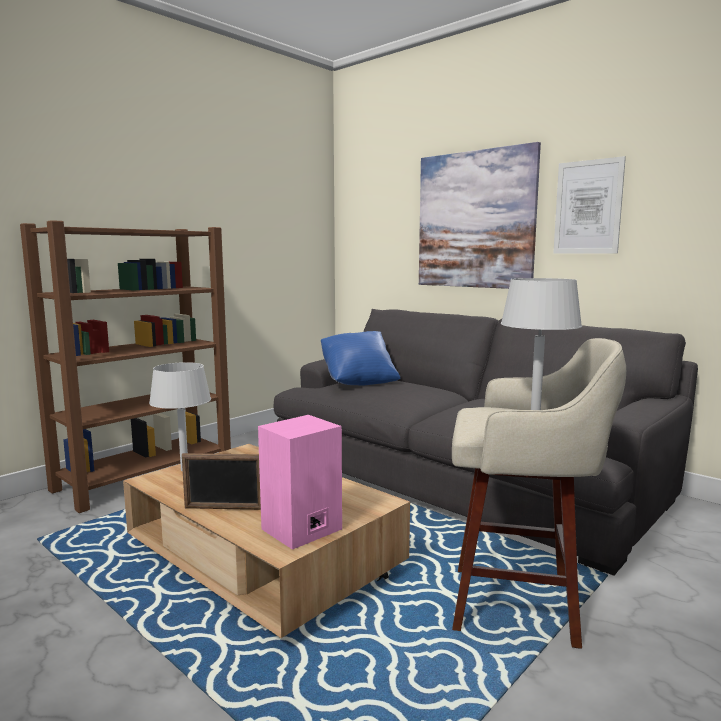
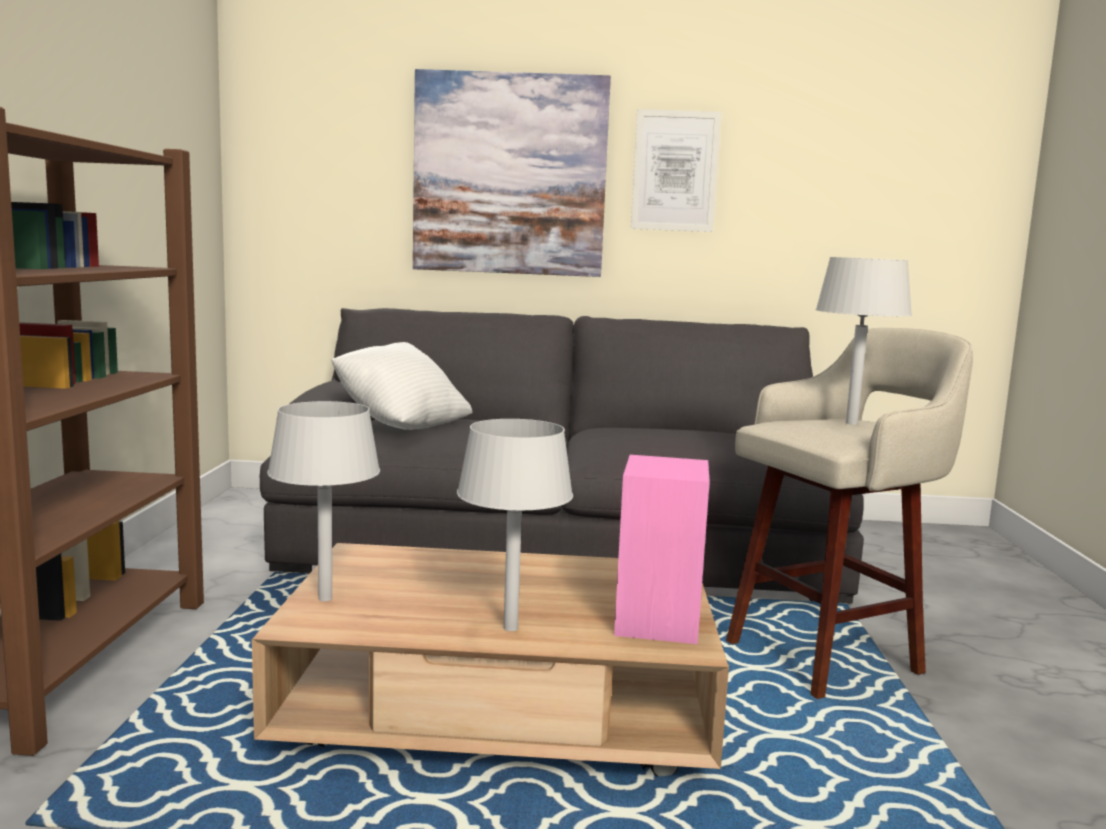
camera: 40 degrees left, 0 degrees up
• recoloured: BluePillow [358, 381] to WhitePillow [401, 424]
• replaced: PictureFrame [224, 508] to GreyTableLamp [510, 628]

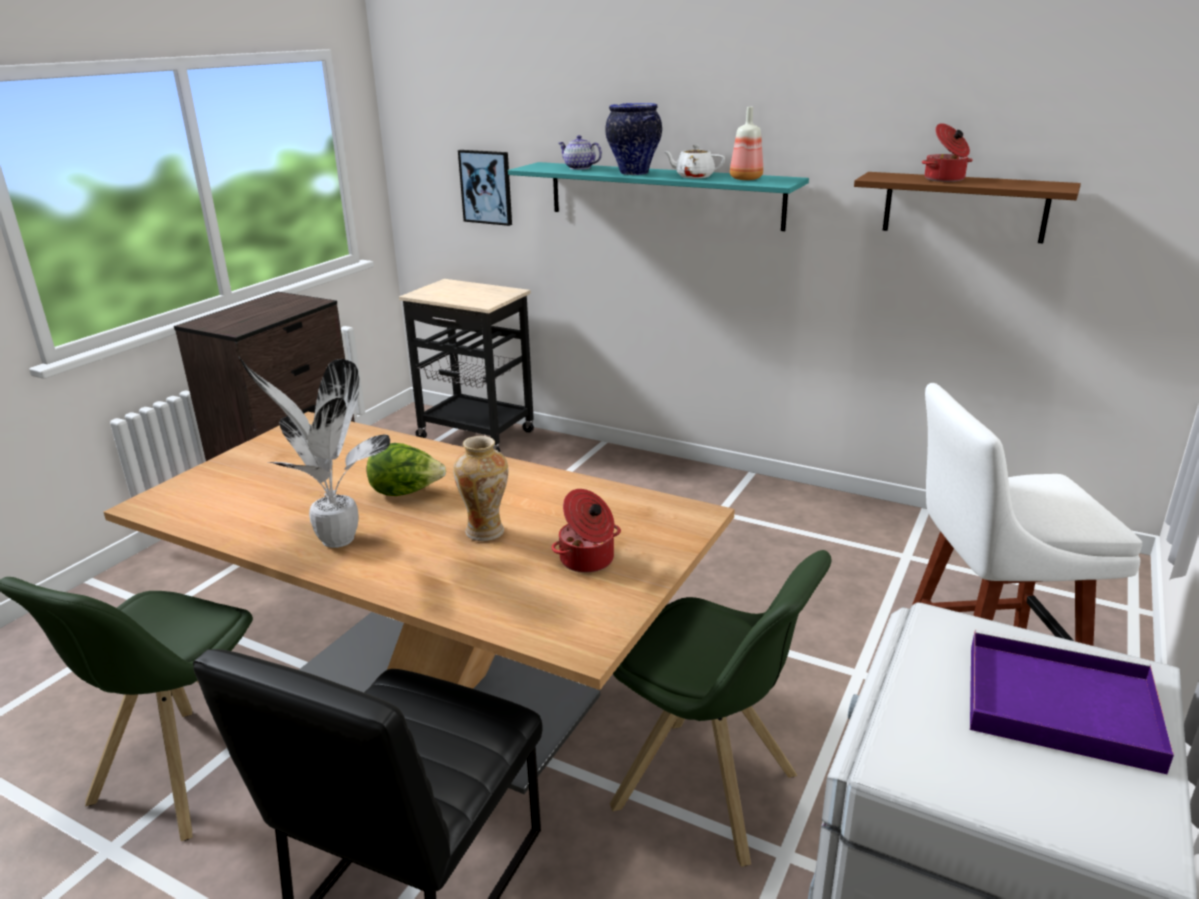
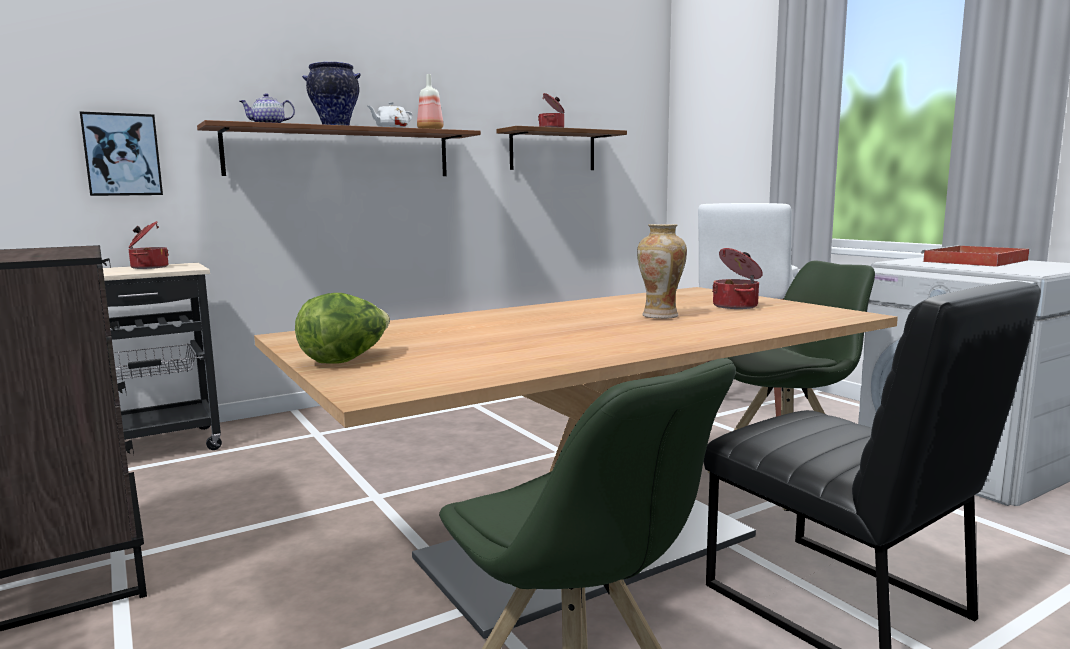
camera: 60 degrees left, 15 degrees down
• added: CookingPot [148, 267]
• recoloured: TurquoiseShelf [663, 195] to BrownShelf [341, 153]
• moved: Lettuce [406, 492] to [346, 359]
• recoloured: PurpleTray [1055, 704] to RedTray [975, 261]
• removed: PottedPlant [334, 540]

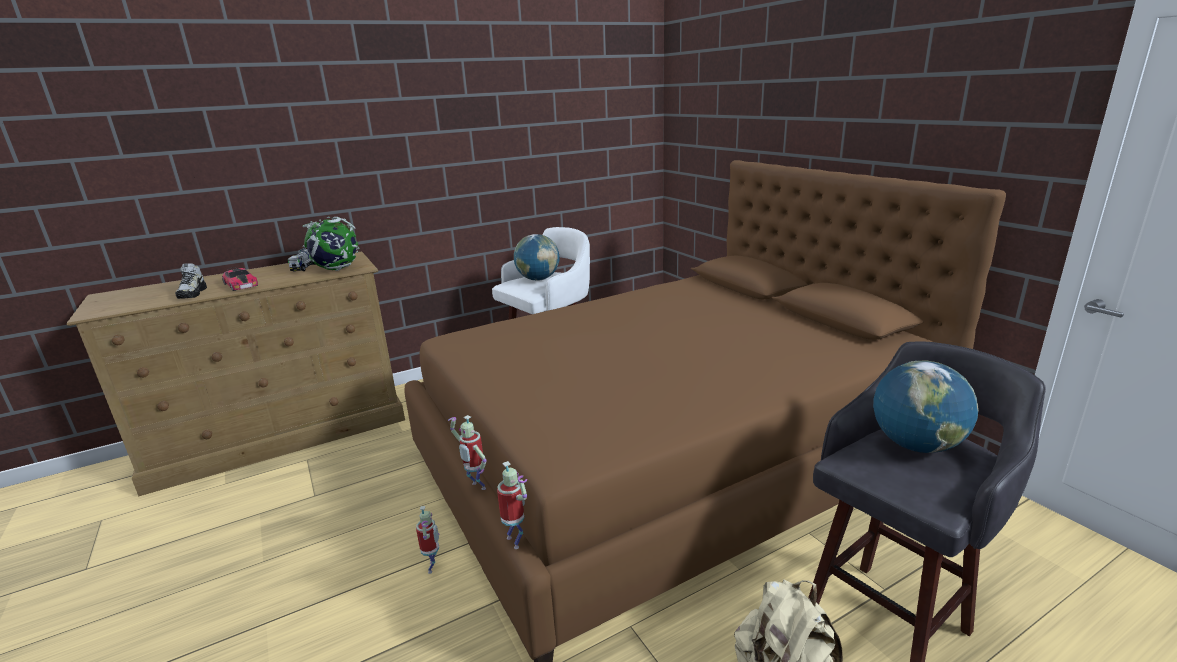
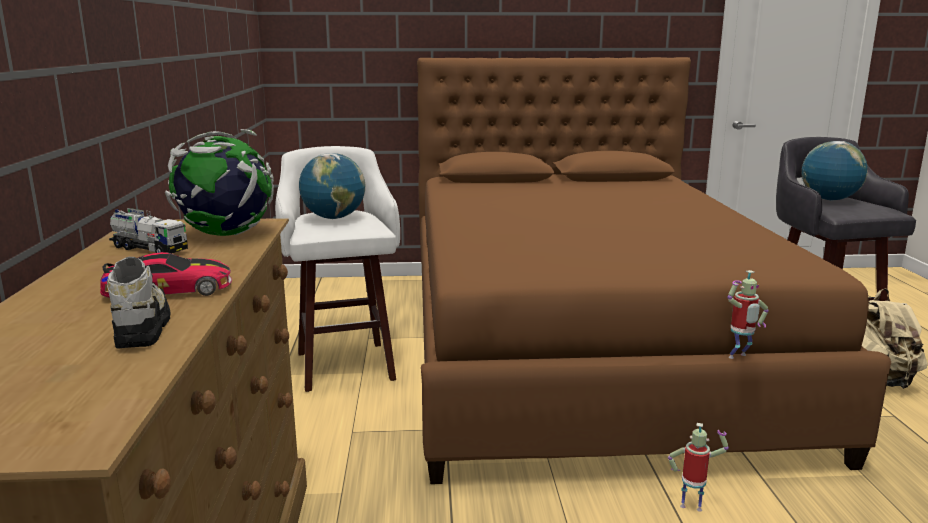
camera: 65 degrees left, 5 degrees down
• turned: Shoe [193, 293] = [142, 327] 120 degrees counterclockwise
• removed: ToyRobot [516, 541]

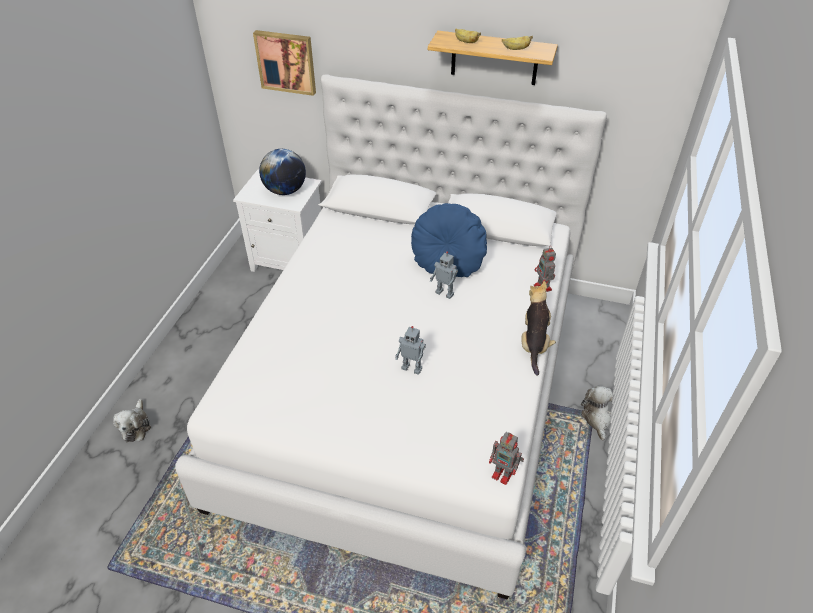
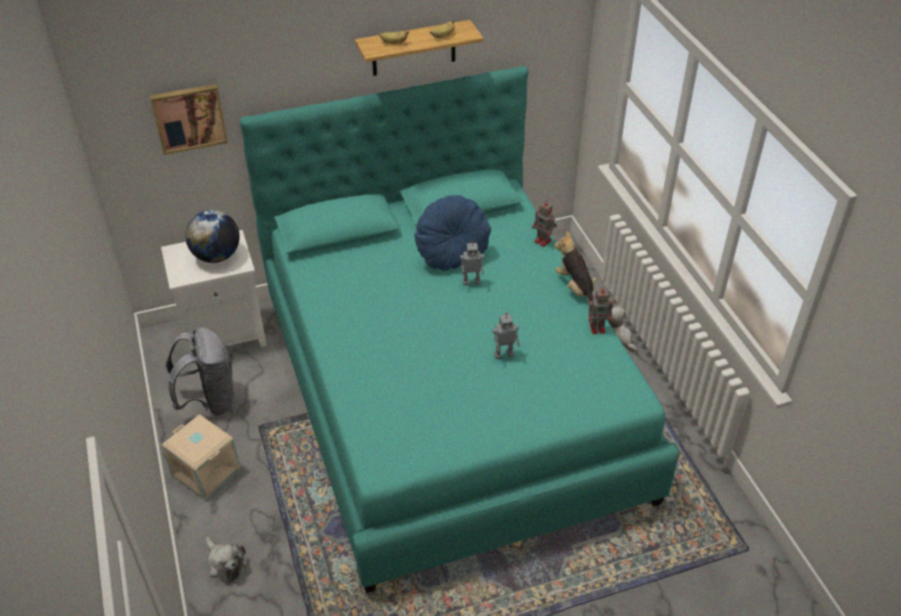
camera: 35 degrees left, 0 degrees up
• added: BeigeStorageBox [207, 471]
• added: GreyBackpack [209, 400]
• recoloured: WhiteBed [407, 390] to TurquoiseBed [450, 394]
• moved: ToyRobot [504, 474] to [598, 328]

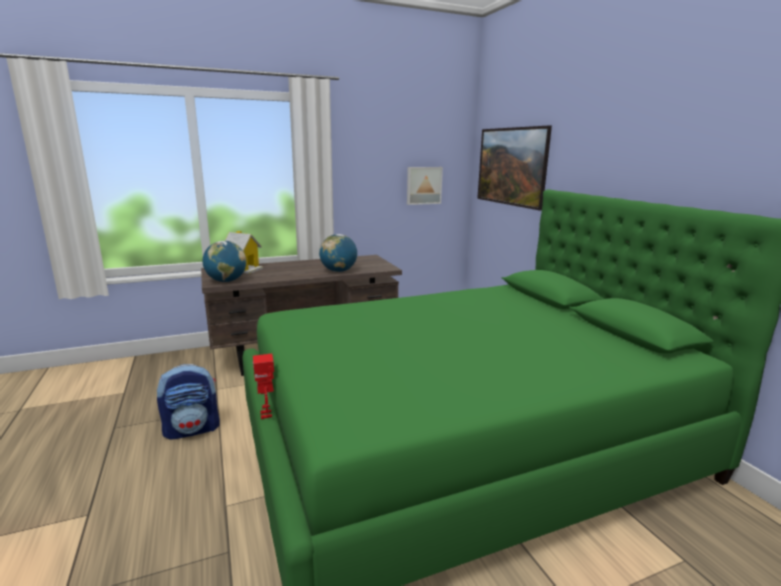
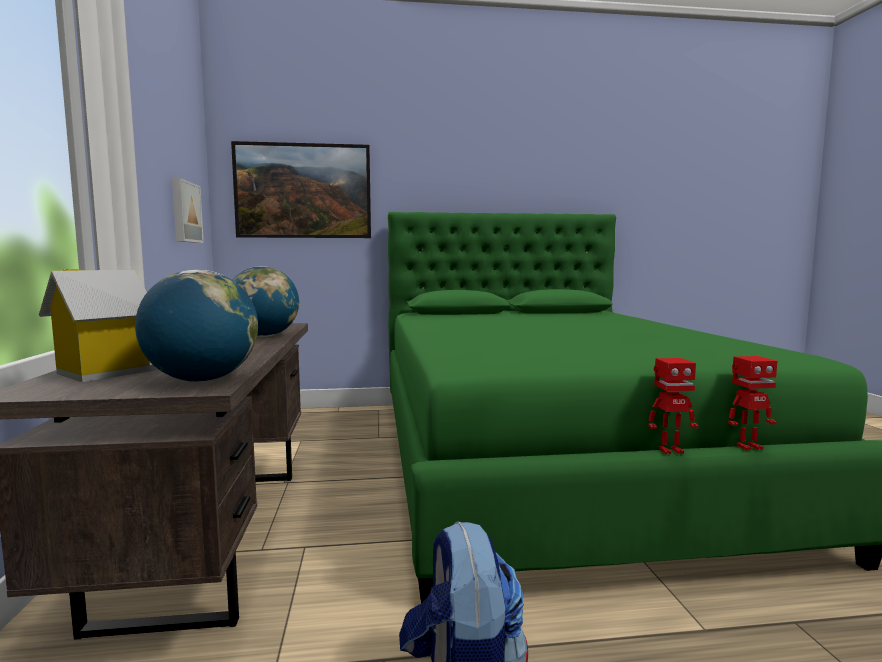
camera: 75 degrees left, 10 degrees down
• added: ToyRobot [748, 446]

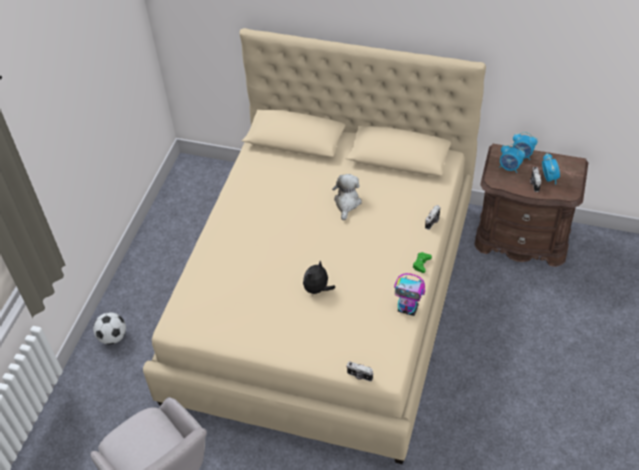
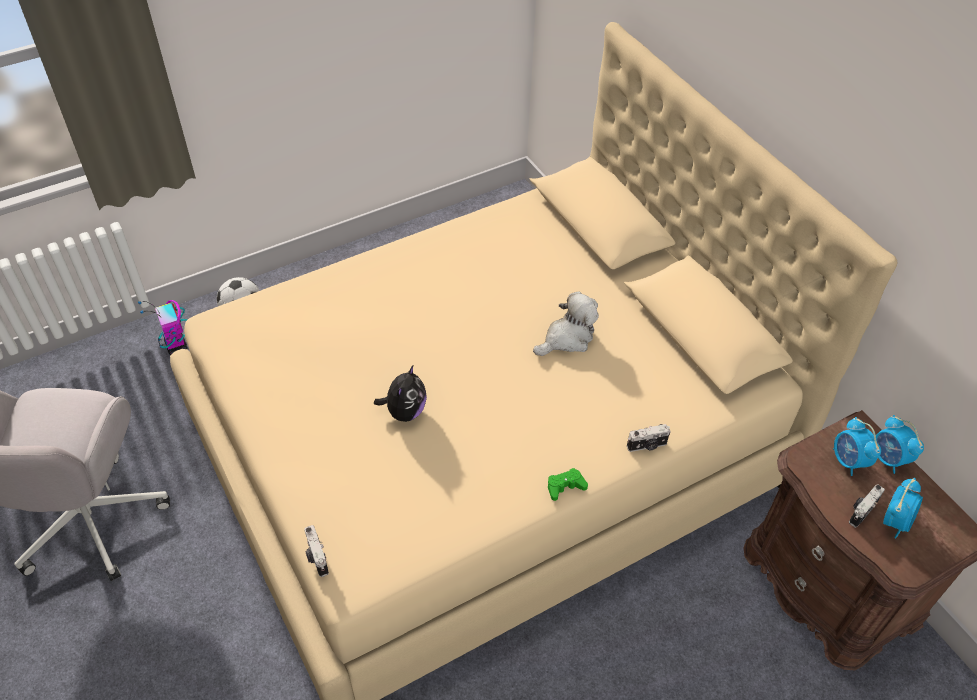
camera: 40 degrees right, 0 degrees up
• moved: ToyRobot [408, 309] to [177, 346]
• turned: PlushToy [317, 289] = [405, 411] 120 degrees clockwise

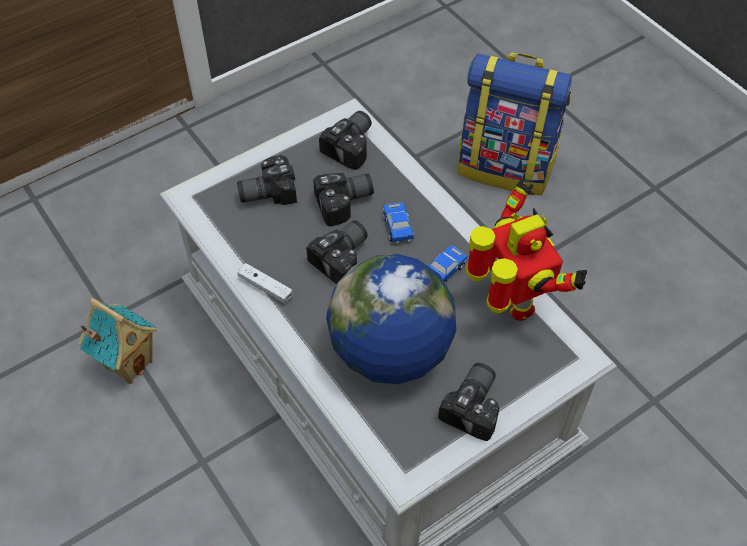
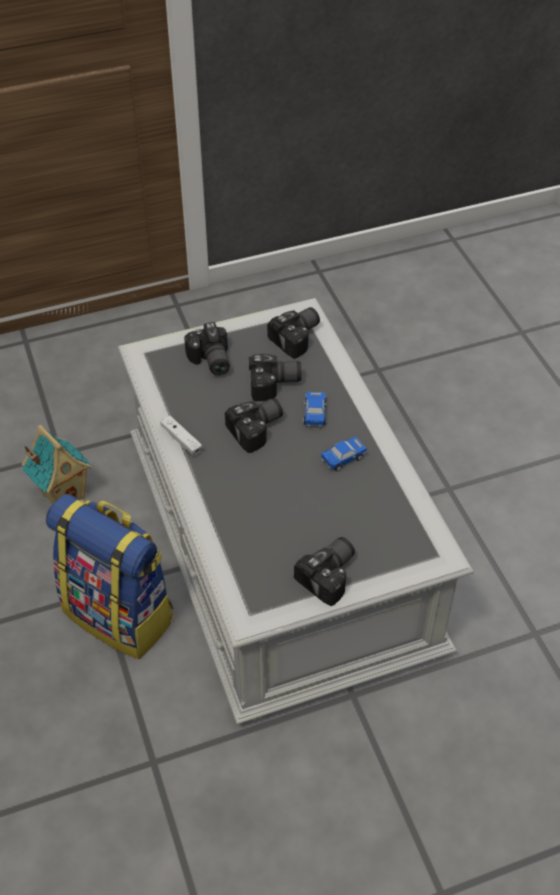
camera: 15 degrees right, 5 degrees down
• moved: Backpack [506, 167] to [120, 614]
• turned: PhotoCamera [267, 191] = [209, 361] 105 degrees counterclockwise
• removed: Globe [390, 353]
• removed: ToyRobot [511, 304]

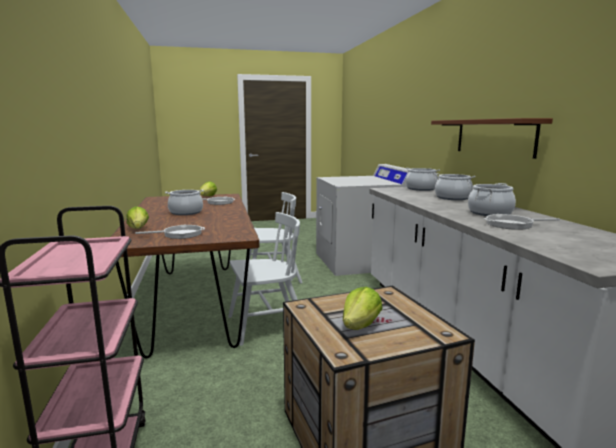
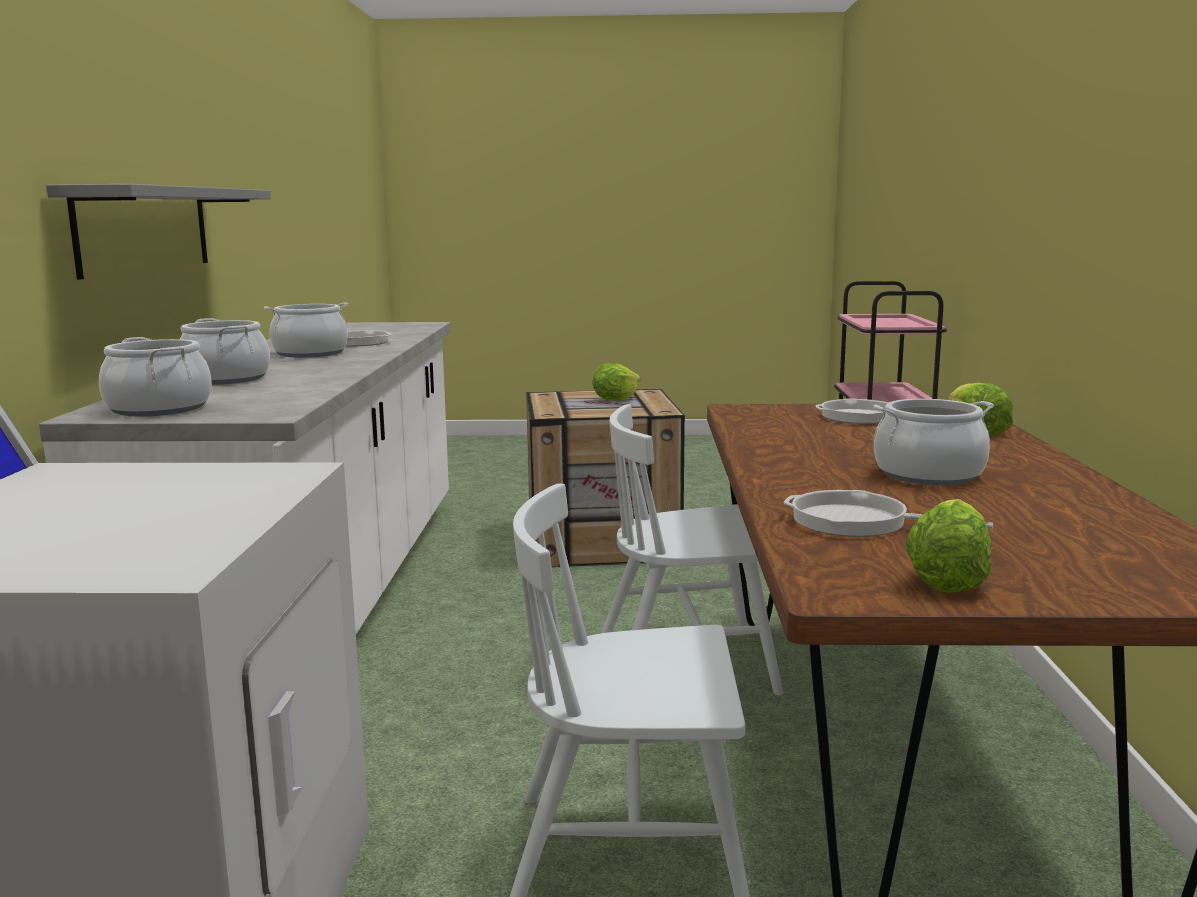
camera: 165 degrees left, 0 degrees up
• recoloured: BrownShelf [494, 137] to GreyShelf [145, 229]

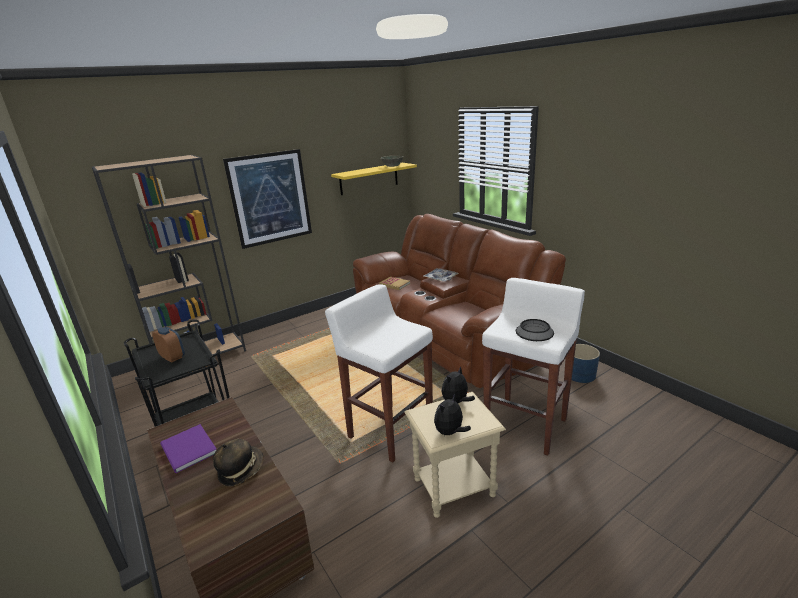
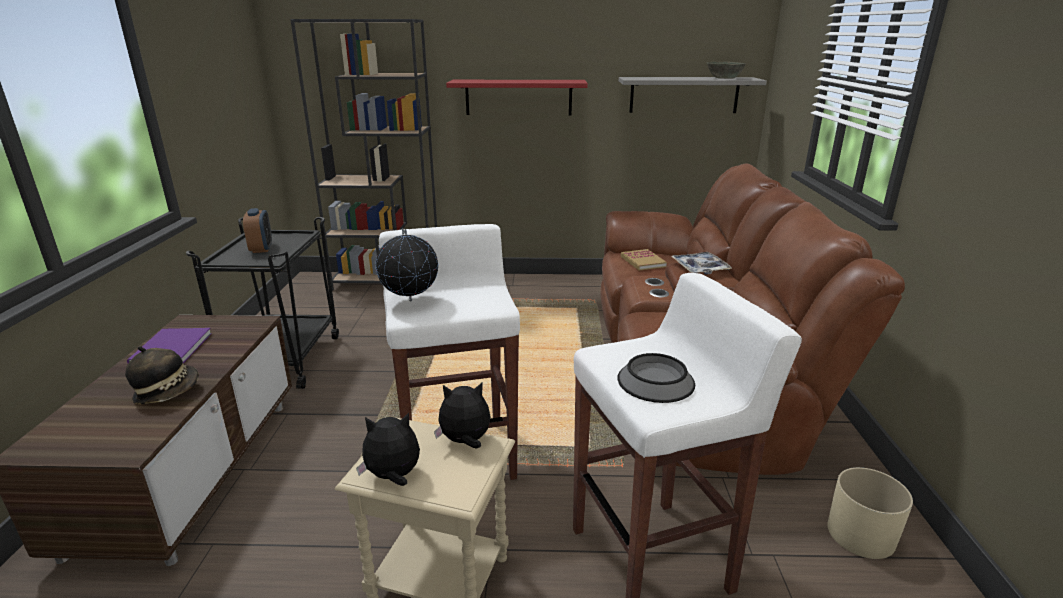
camera: 35 degrees right, 0 degrees up
• added: Globe [410, 301]
• replaced: Picture [270, 198] to RedShelf [518, 97]
• recoloured: YellowShelf [369, 178] to GreyShelf [684, 95]
• recoloured: BluePlanter [580, 374] to BeigePlanter [861, 535]

